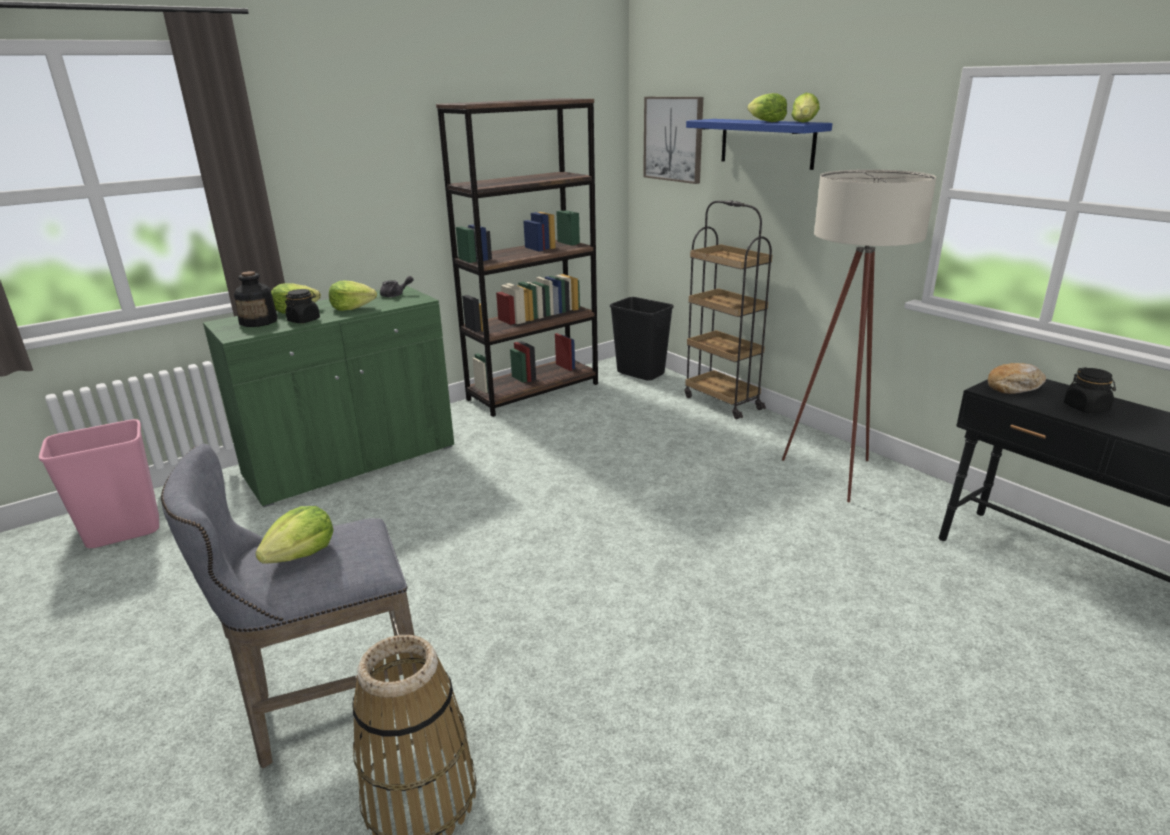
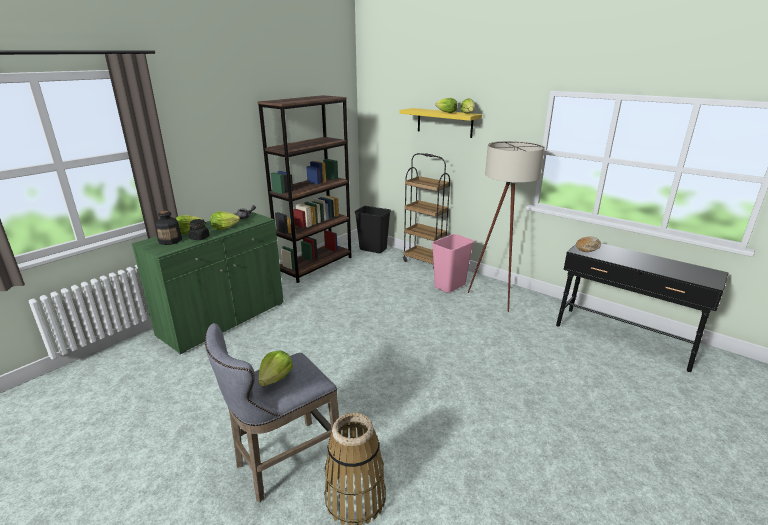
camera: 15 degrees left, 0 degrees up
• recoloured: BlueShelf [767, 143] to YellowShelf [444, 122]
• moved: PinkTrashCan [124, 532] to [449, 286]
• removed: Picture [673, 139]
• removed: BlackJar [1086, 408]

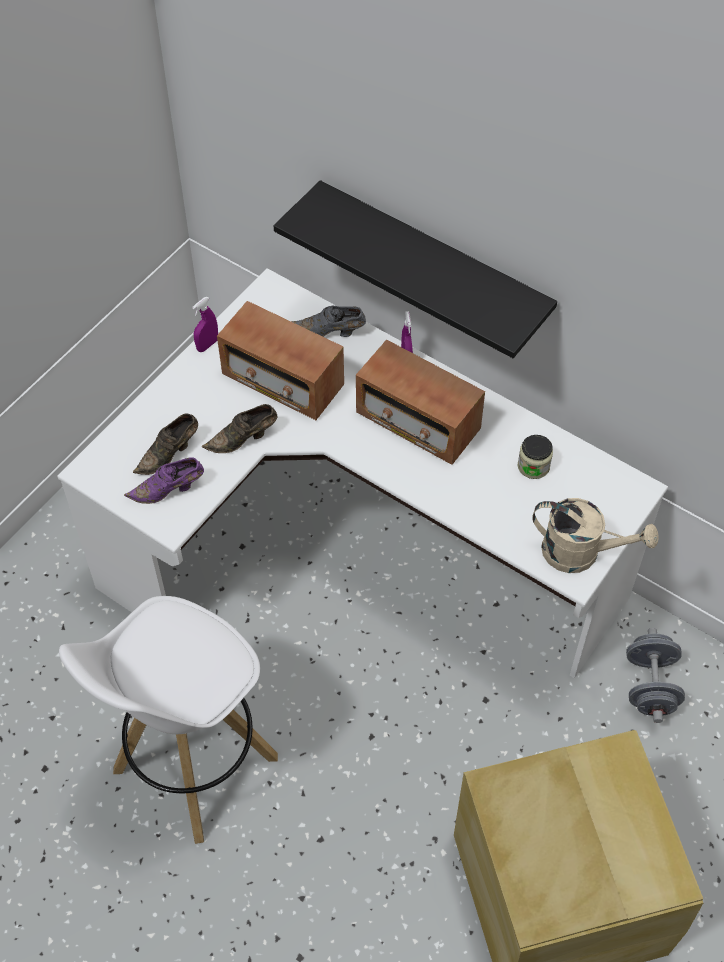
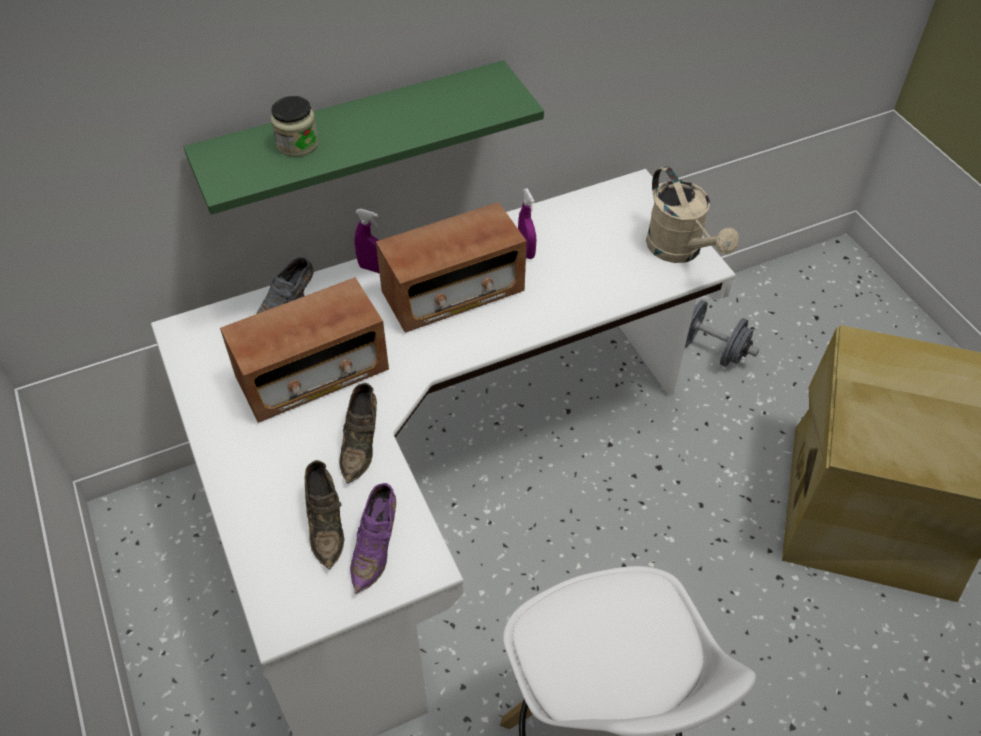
camera: 60 degrees left, 5 degrees down
• recoloured: BlackShelf [433, 263] to GreenShelf [355, 135]
• moved: Jar [533, 466] to [297, 144]
• moved: PurpleSprayBottle [207, 345] to [526, 250]
• turned: BeigeWateringCan [581, 553] = [680, 251] 105 degrees clockwise

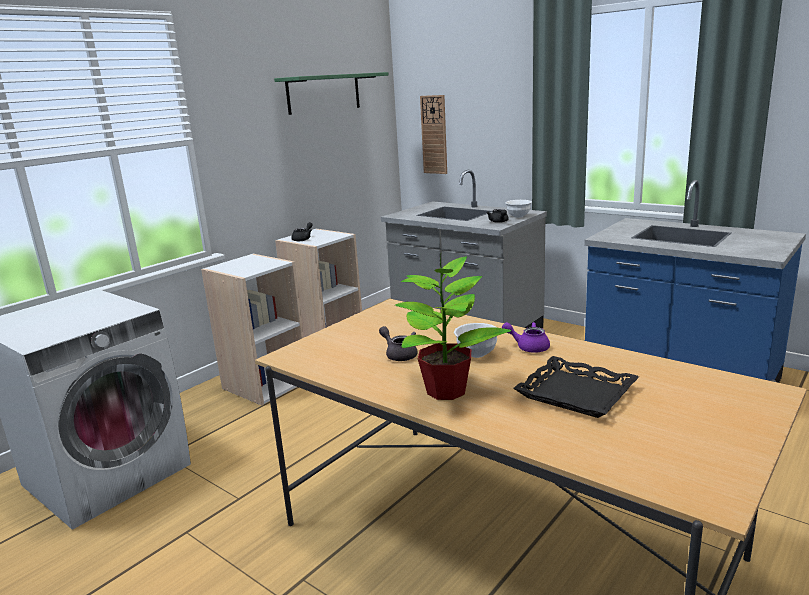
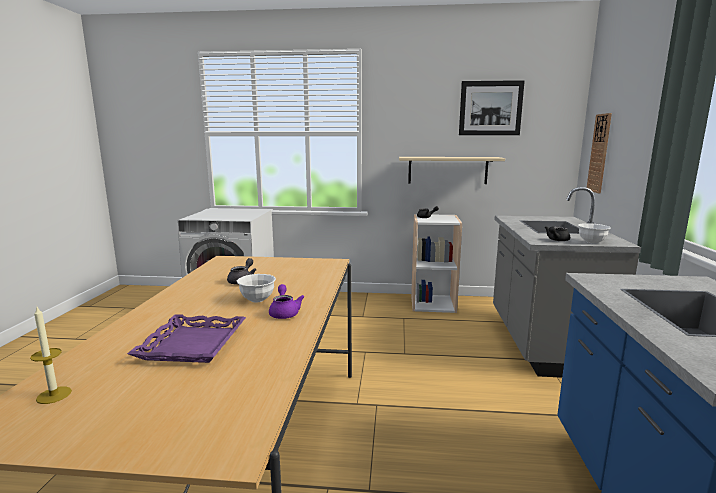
camera: 55 degrees right, 5 degrees down
• added: Candle [54, 395]
• recoloured: BlackTray [576, 393] to PurpleTray [193, 344]
• added: BeigeShelf [447, 170]
• replaced: GreenShelf [324, 93] to Picture [490, 108]
• removed: Bookcase [266, 384]
• removed: PottedPlant [447, 390]

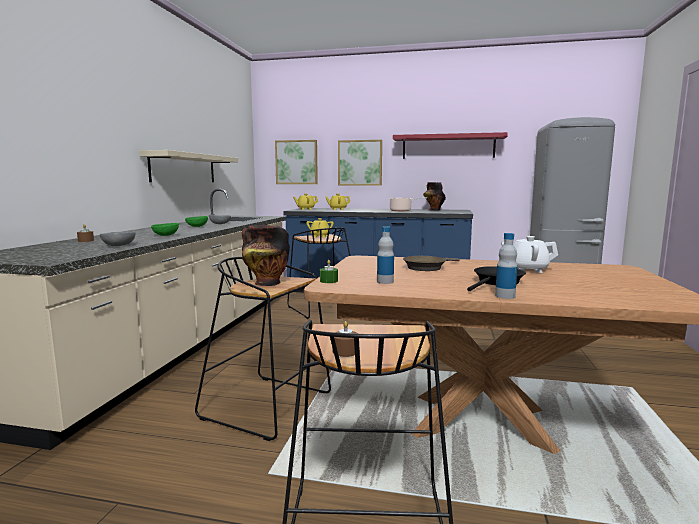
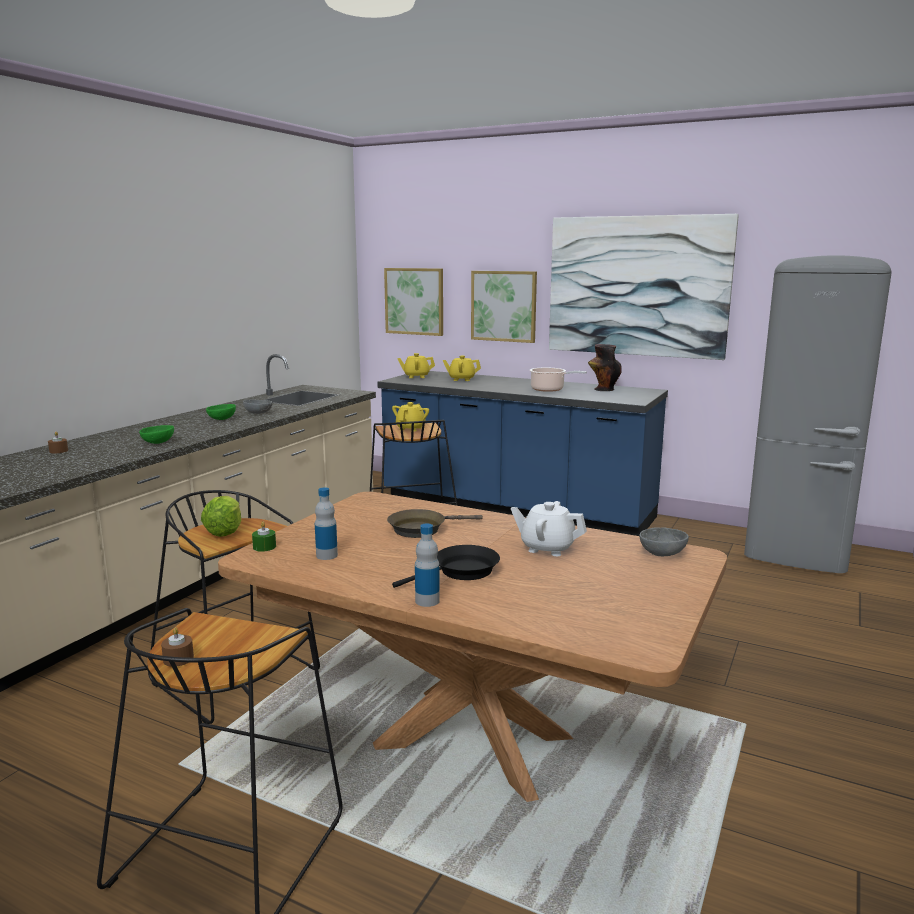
camera: 15 degrees right, 5 degrees up
• replaced: Vase [266, 283] to Lettuce [225, 531]
• replaced: RedShelf [448, 147] to Picture [637, 286]
• moved: GreyBowl [118, 245] to [661, 553]
• removed: BeigeShelf [184, 168]

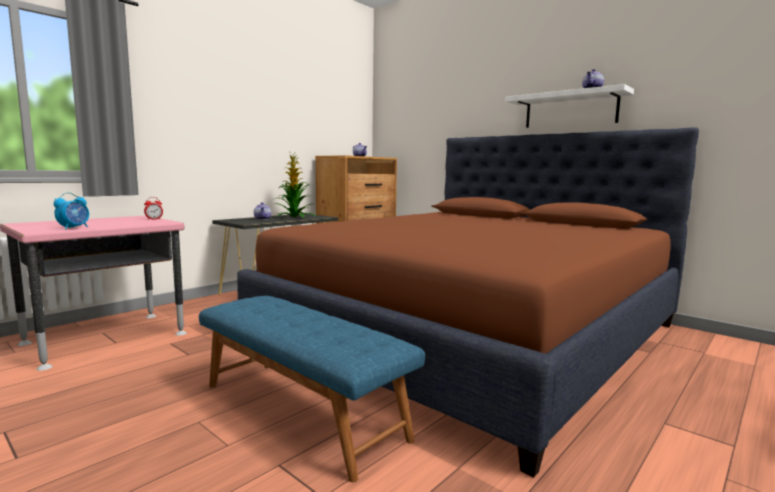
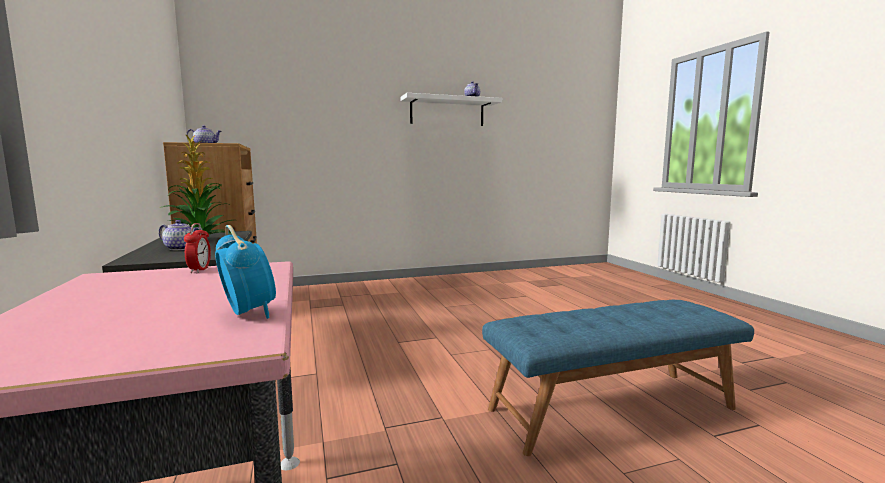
camera: 60 degrees left, 0 degrees up
• removed: BrownBed [470, 331]

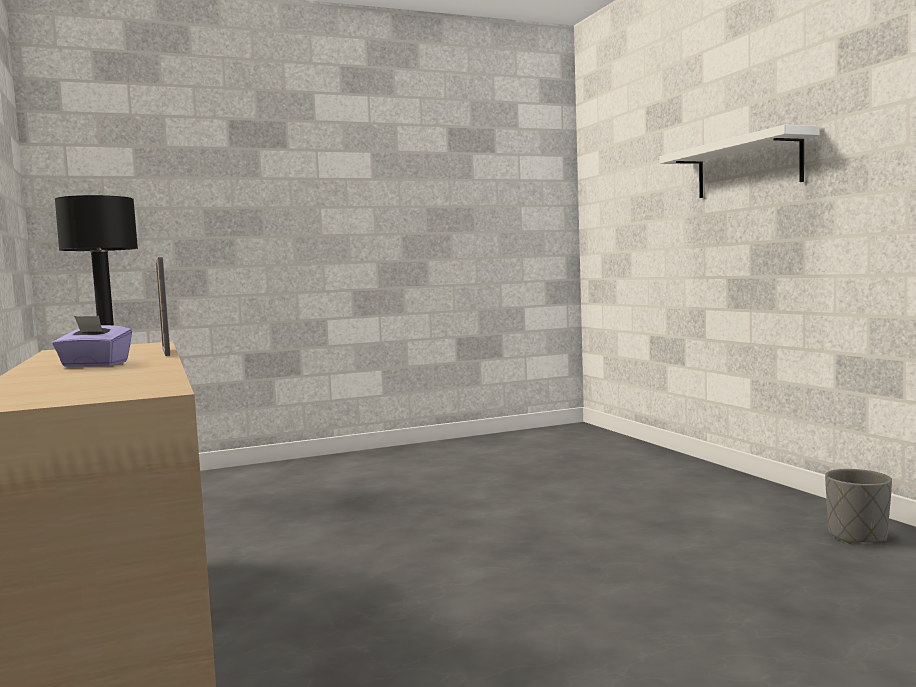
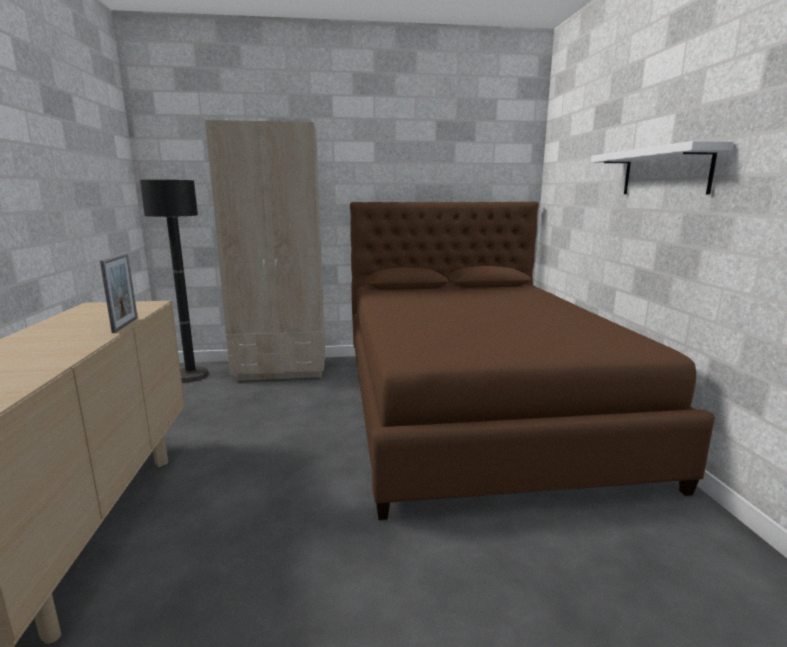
camera: 15 degrees right, 10 degrees up
• added: BeigeWardrobe [282, 370]
• added: BrownBed [475, 405]
• removed: PurpleTissueBox [94, 365]
• removed: GreyPlanter [857, 536]

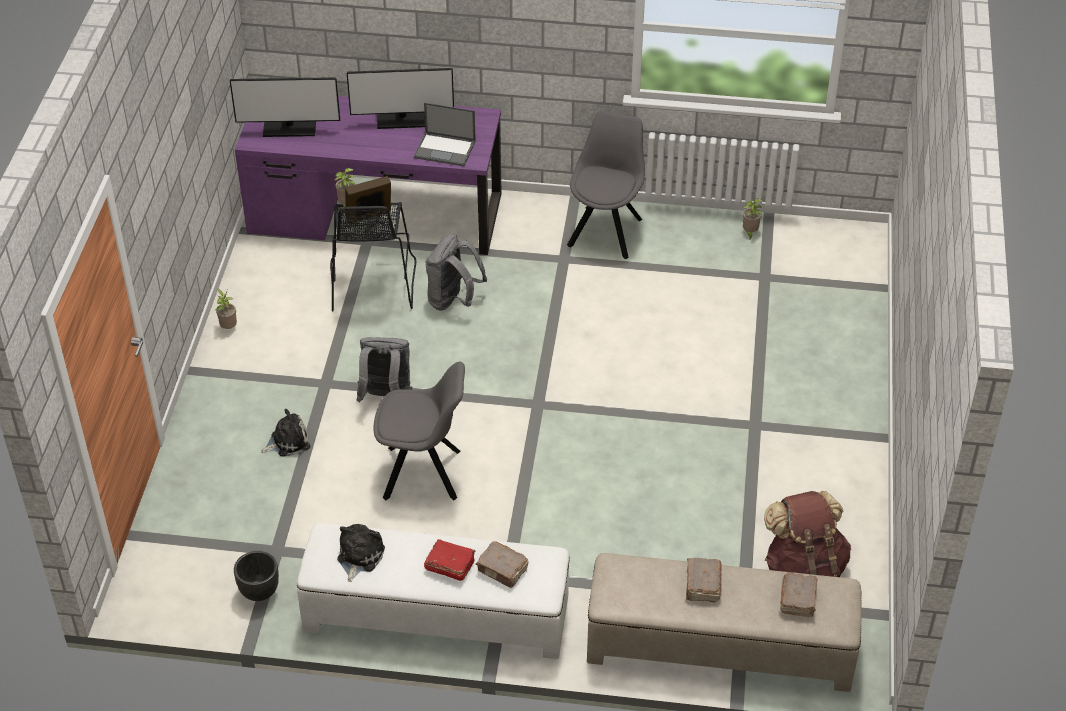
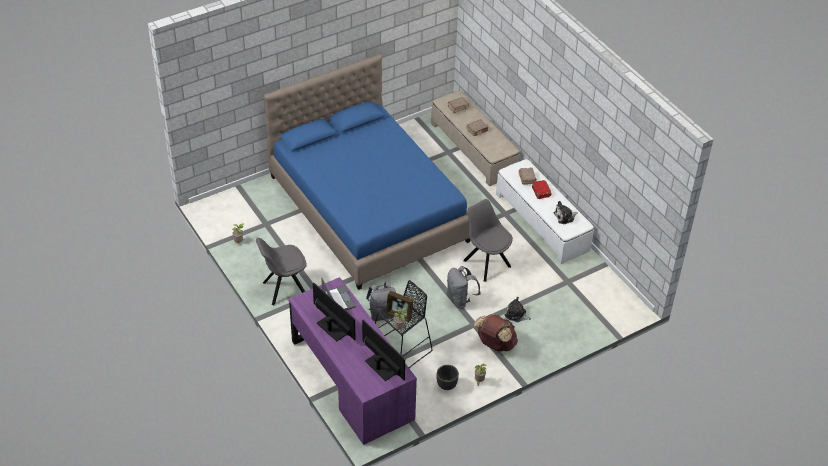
camera: 130 degrees left, 0 degrees up
• added: BlueBed [368, 208]
• moved: BlackPlanter [259, 592] to [447, 385]
• moved: BrownBackpack [804, 568] to [495, 344]

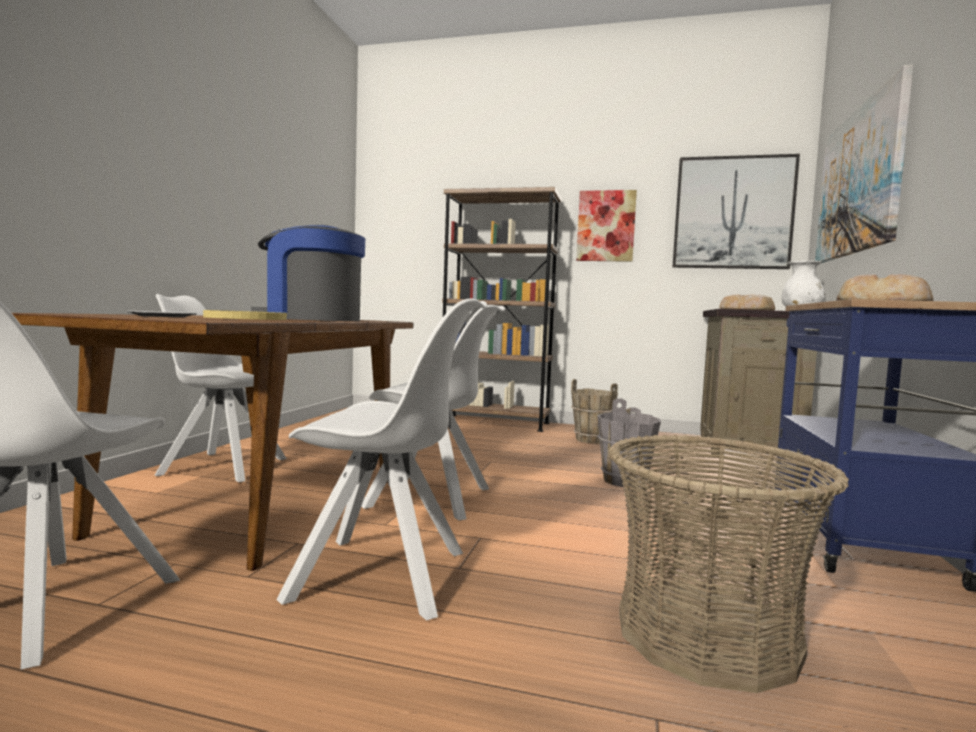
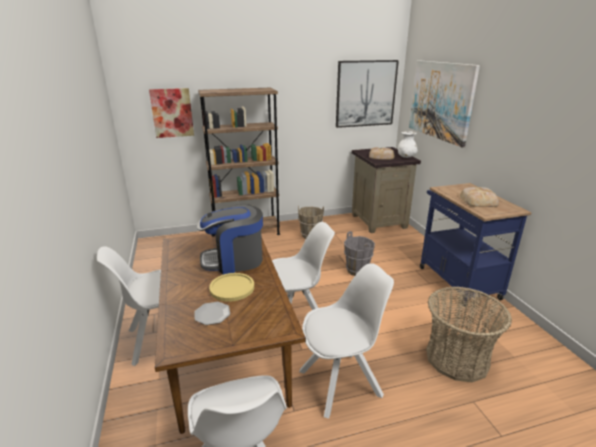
camera: 30 degrees left, 20 degrees up
• moved: Picture [606, 226] to [172, 113]

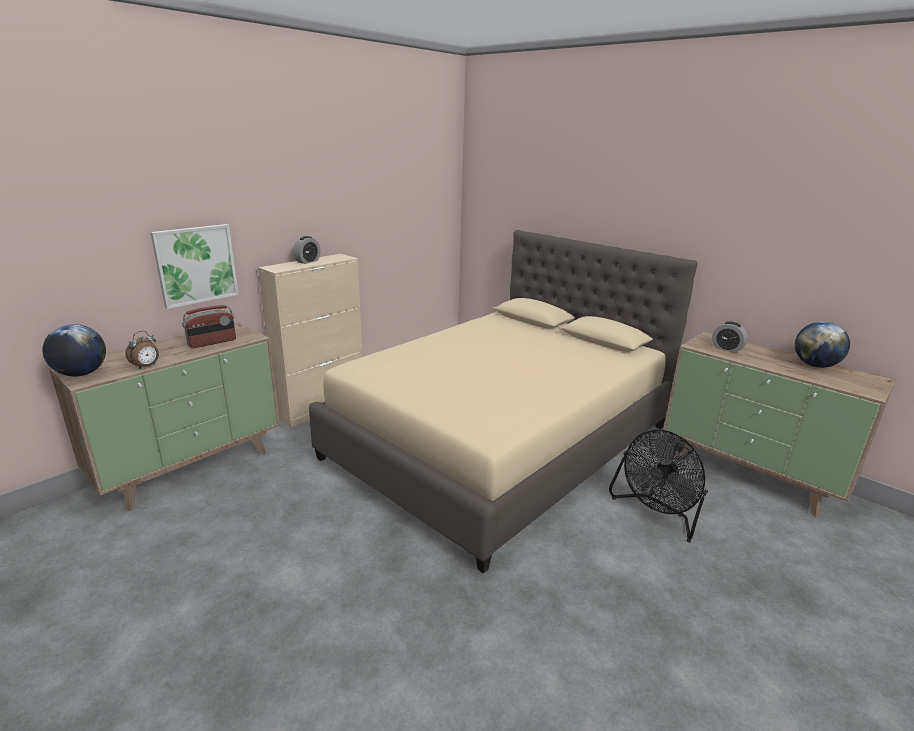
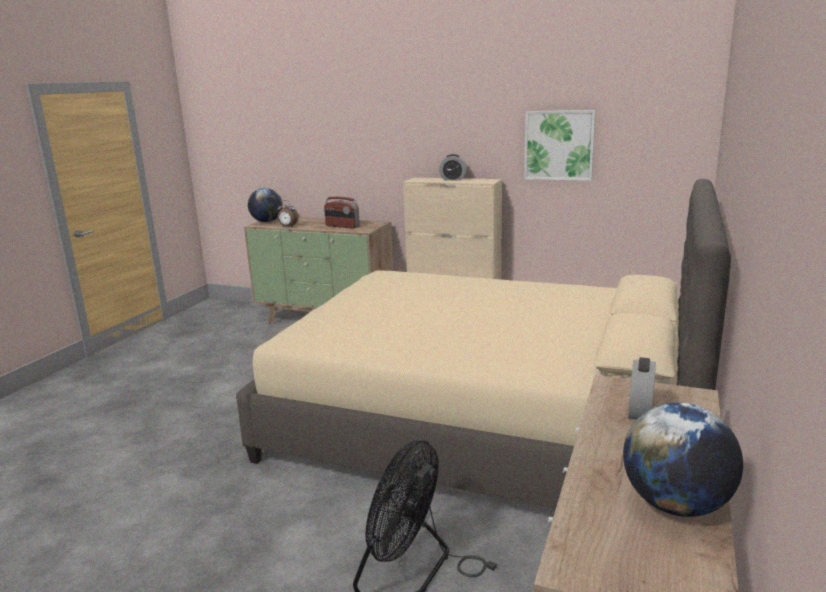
camera: 70 degrees right, 5 degrees down
• moved: Picture [196, 265] to [559, 145]

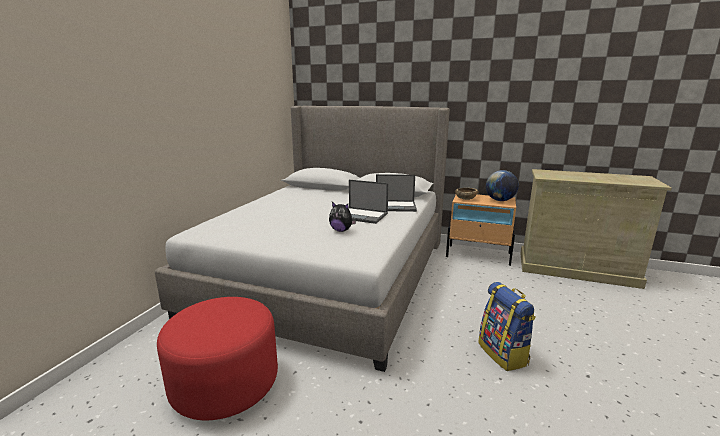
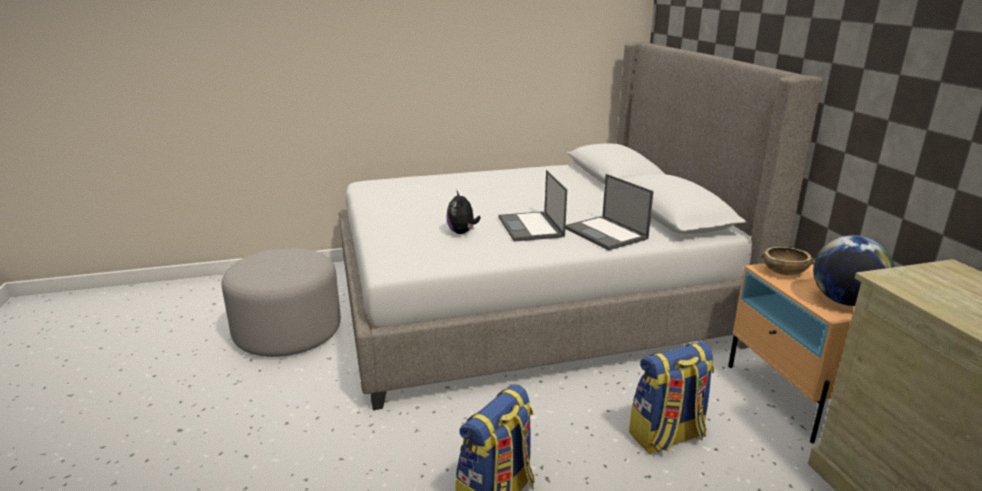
camera: 55 degrees right, 5 degrees up
• recoloured: RedOttoman [225, 383] to GreyOttoman [288, 332]
• added: Backpack [667, 437]

